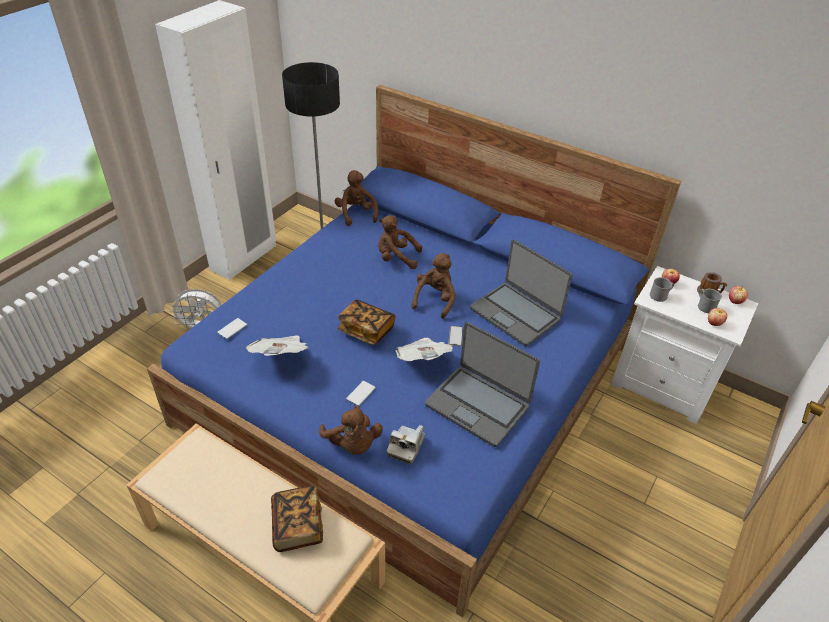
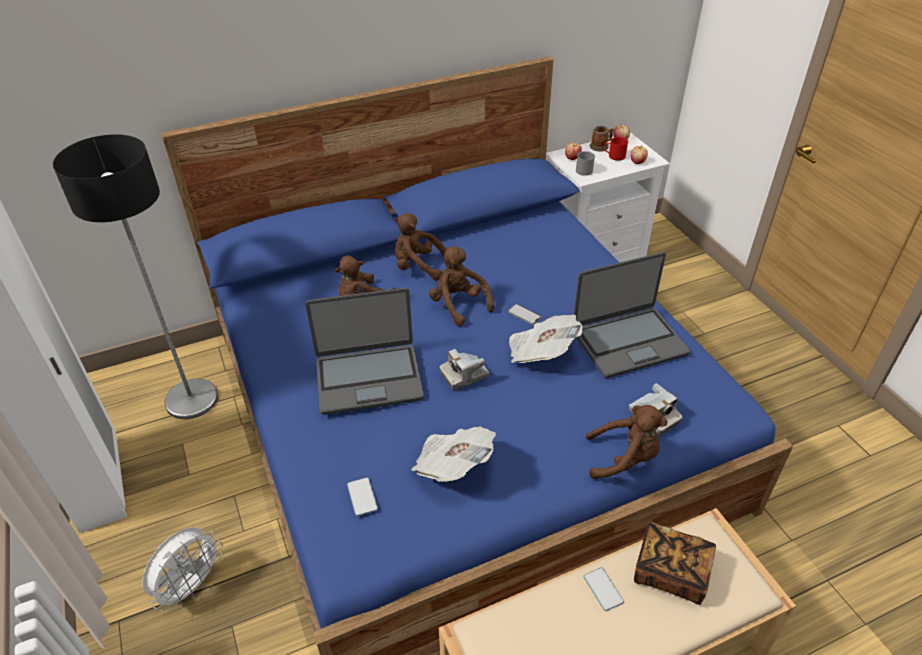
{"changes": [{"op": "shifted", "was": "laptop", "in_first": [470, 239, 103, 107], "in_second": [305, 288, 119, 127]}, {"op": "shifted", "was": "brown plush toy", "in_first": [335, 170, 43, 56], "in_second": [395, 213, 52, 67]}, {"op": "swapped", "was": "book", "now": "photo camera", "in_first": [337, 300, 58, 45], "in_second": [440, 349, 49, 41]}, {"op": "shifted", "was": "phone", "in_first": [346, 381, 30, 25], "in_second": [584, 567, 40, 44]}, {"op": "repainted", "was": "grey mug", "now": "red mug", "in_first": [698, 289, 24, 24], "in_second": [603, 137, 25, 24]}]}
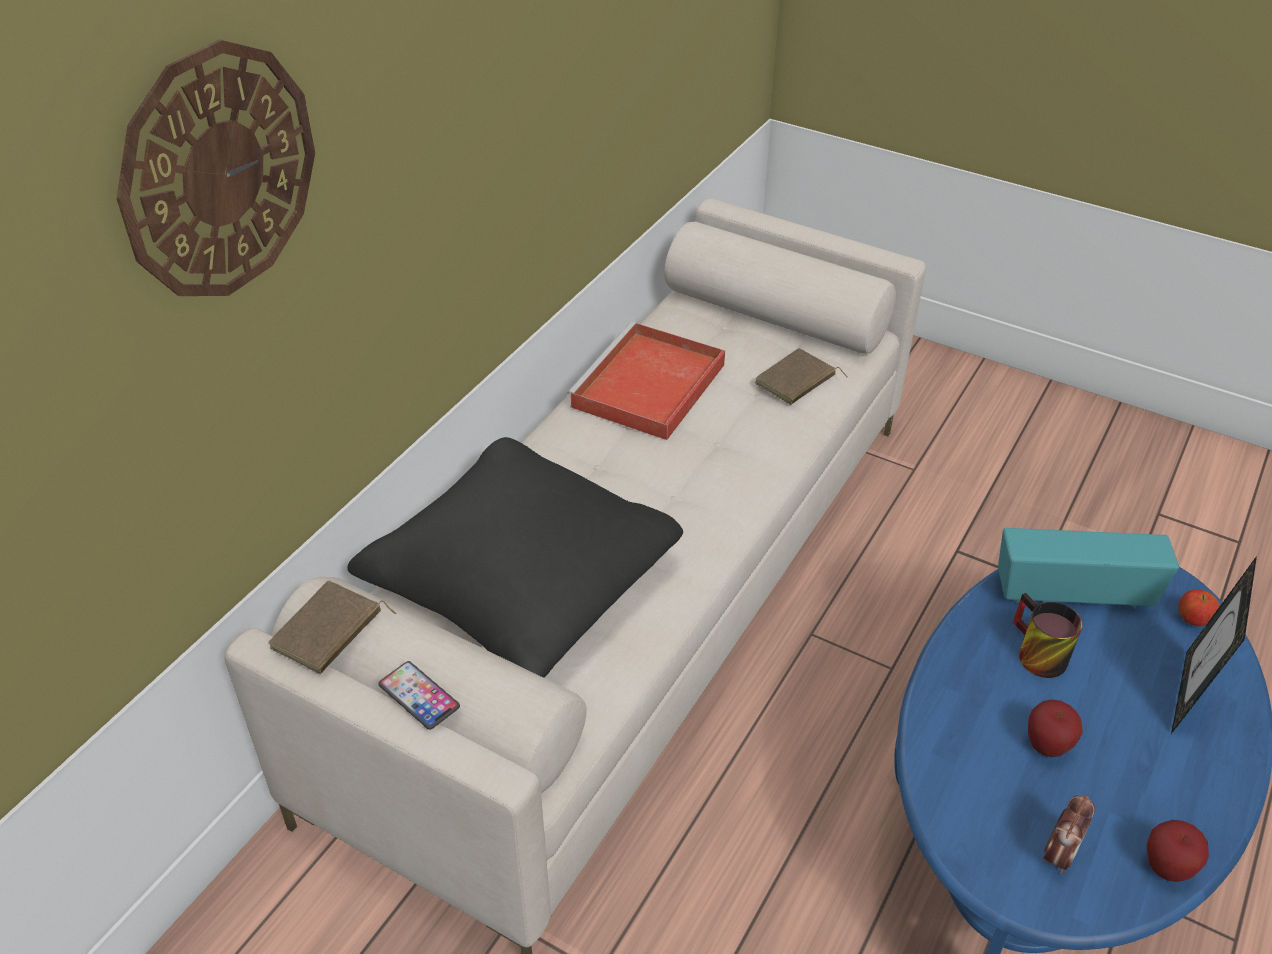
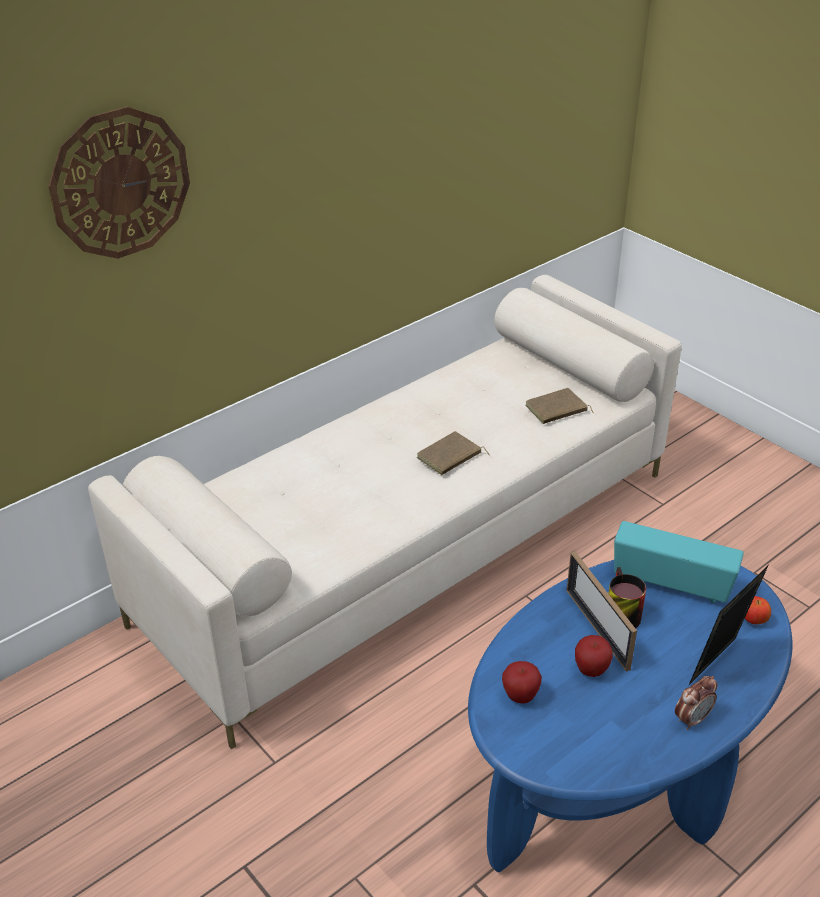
{"changes": [{"op": "shifted", "was": "brown book", "in_first": [268, 580, 129, 94], "in_second": [417, 431, 73, 44]}, {"op": "shifted", "was": "apple", "in_first": [1146, 820, 63, 62], "in_second": [502, 661, 40, 43]}, {"op": "new", "now": "picture frame", "in_second": [567, 551, 70, 121]}, {"op": "shifted", "was": "alarm clock", "in_first": [1043, 795, 52, 79], "in_second": [675, 676, 42, 54]}, {"op": "gone", "was": "black pillow", "in_first": [347, 437, 336, 241]}, {"op": "gone", "was": "phone", "in_first": [378, 661, 82, 69]}, {"op": "gone", "was": "red tray", "in_first": [566, 322, 159, 118]}]}
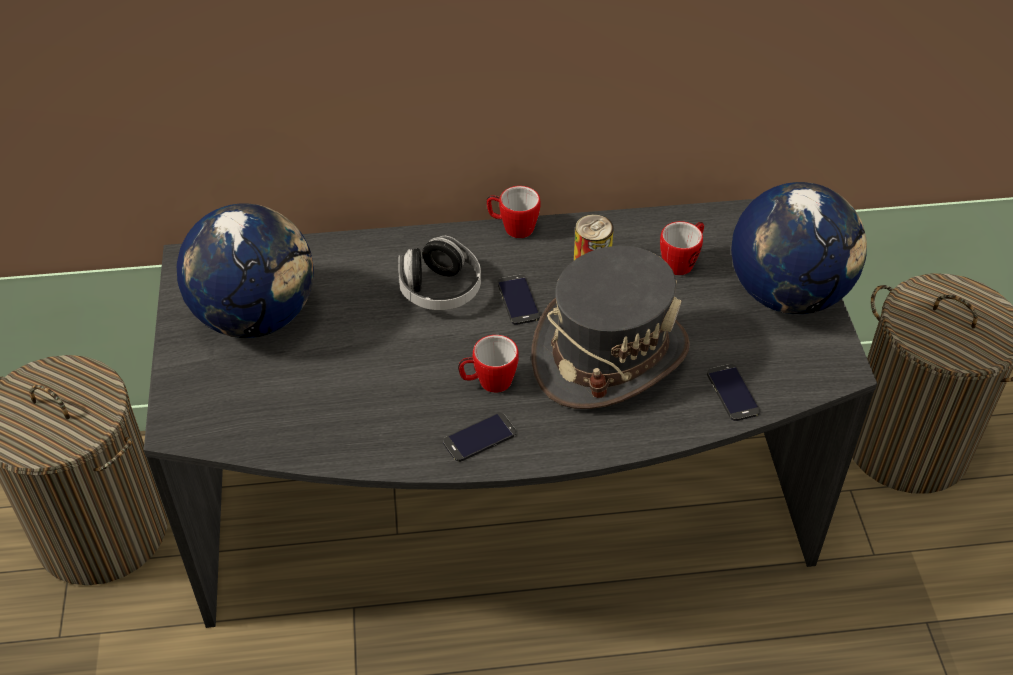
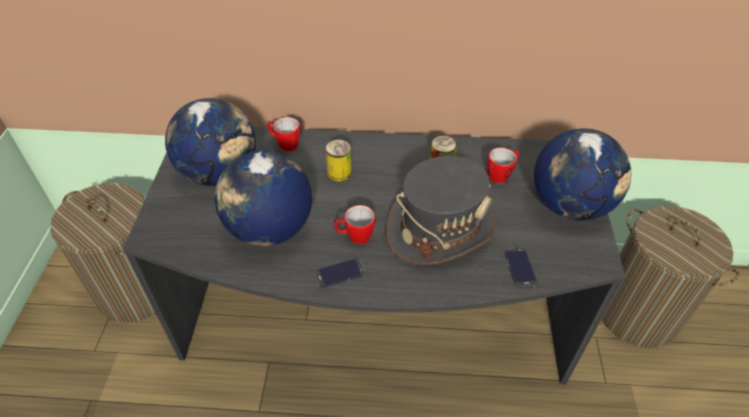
{"changes": [{"op": "new", "now": "globe", "in_second": [215, 150, 97, 96]}, {"op": "shifted", "was": "mug", "in_first": [486, 186, 54, 52], "in_second": [267, 117, 33, 34]}, {"op": "swapped", "was": "headphones", "now": "can", "in_first": [398, 236, 83, 74], "in_second": [325, 140, 27, 41]}, {"op": "gone", "was": "phone", "in_first": [498, 275, 42, 50]}]}
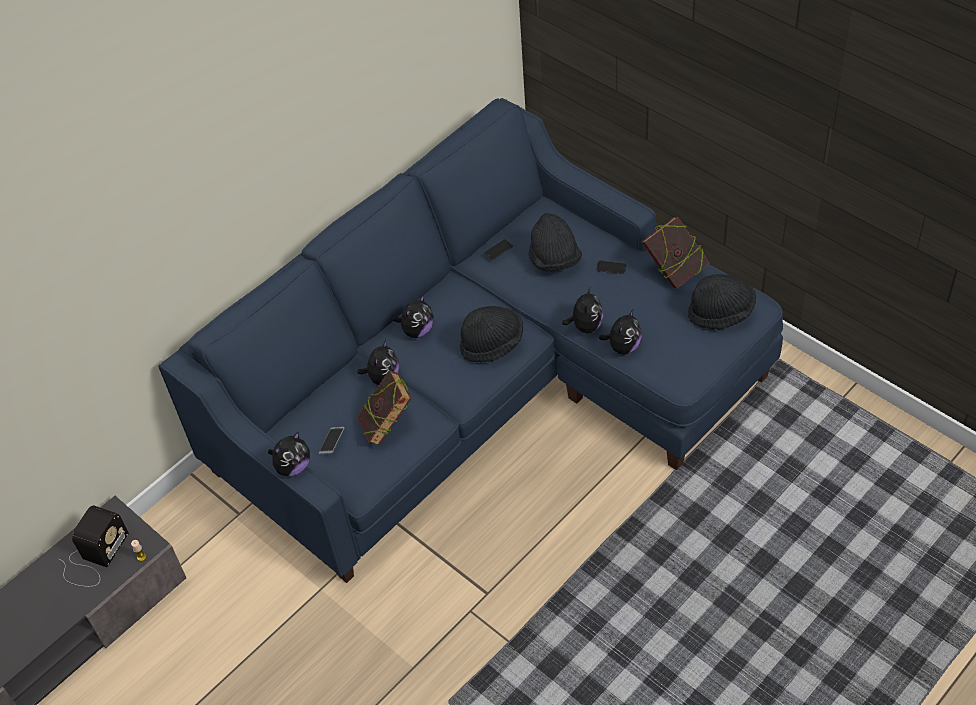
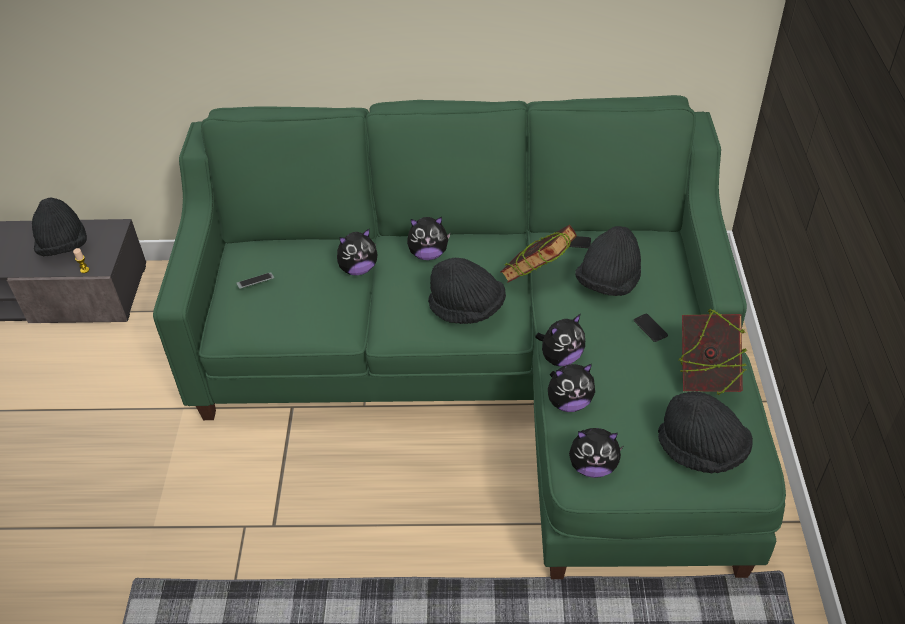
{"changes": [{"op": "swapped", "was": "radio", "now": "black hat", "in_first": [59, 506, 70, 81], "in_second": [32, 198, 55, 58]}, {"op": "repainted", "was": "blue sofa", "now": "green sofa", "in_first": [158, 98, 625, 485], "in_second": [153, 95, 633, 484]}, {"op": "shifted", "was": "book", "in_first": [357, 370, 55, 76], "in_second": [500, 225, 77, 58]}, {"op": "shifted", "was": "plush toy", "in_first": [268, 432, 42, 44], "in_second": [569, 428, 55, 50]}]}
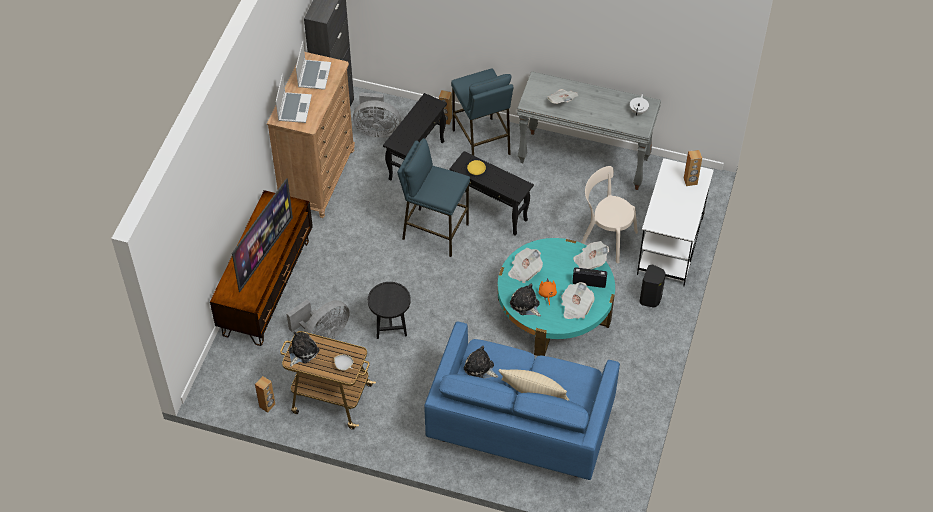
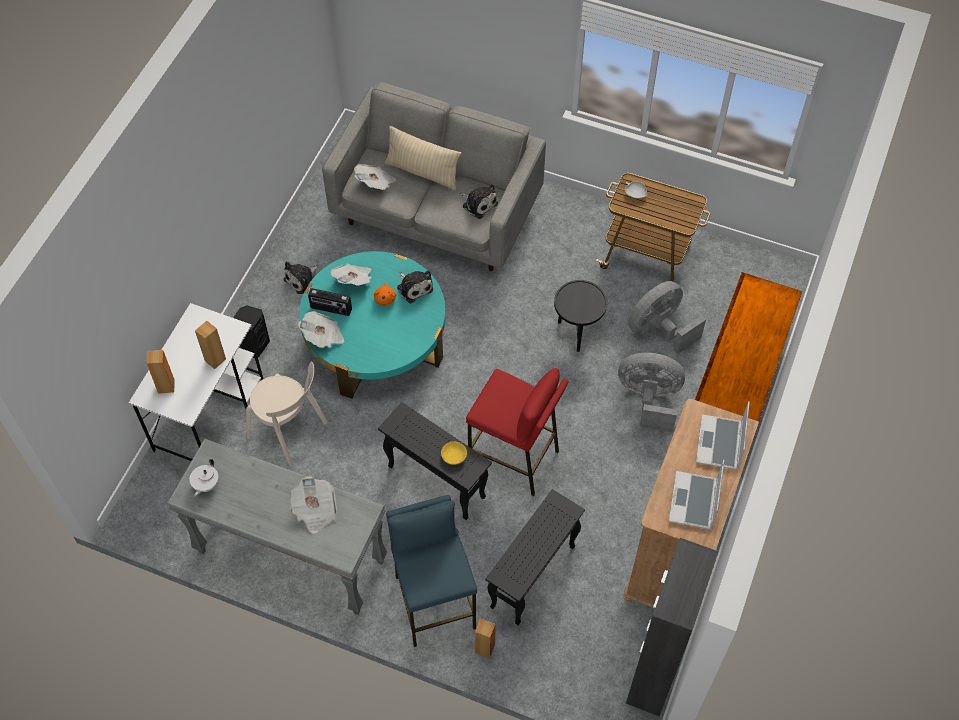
{"changes": [{"op": "shifted", "was": "brown speaker", "in_first": [255, 376, 20, 37], "in_second": [195, 321, 31, 48]}, {"op": "shifted", "was": "plush toy", "in_first": [289, 332, 31, 35], "in_second": [284, 261, 34, 33]}, {"op": "repainted", "was": "blue sofa", "now": "grey sofa", "in_first": [424, 321, 196, 159], "in_second": [322, 82, 224, 189]}, {"op": "shifted", "was": "newspaper", "in_first": [508, 248, 35, 35], "in_second": [354, 164, 42, 26]}, {"op": "repainted", "was": "blue stool", "now": "red stool", "in_first": [397, 138, 73, 119], "in_second": [466, 368, 103, 128]}, {"op": "shifted", "was": "grey fan", "in_first": [353, 92, 48, 46], "in_second": [618, 353, 67, 79]}, {"op": "gone", "was": "television", "in_first": [232, 178, 61, 114]}]}
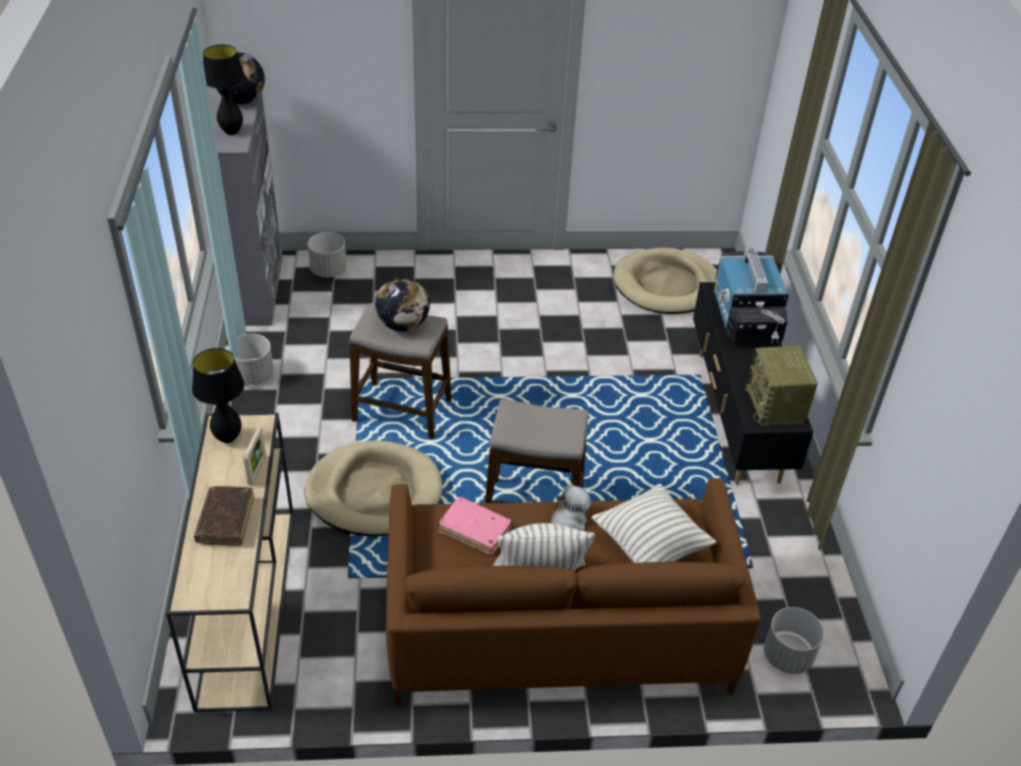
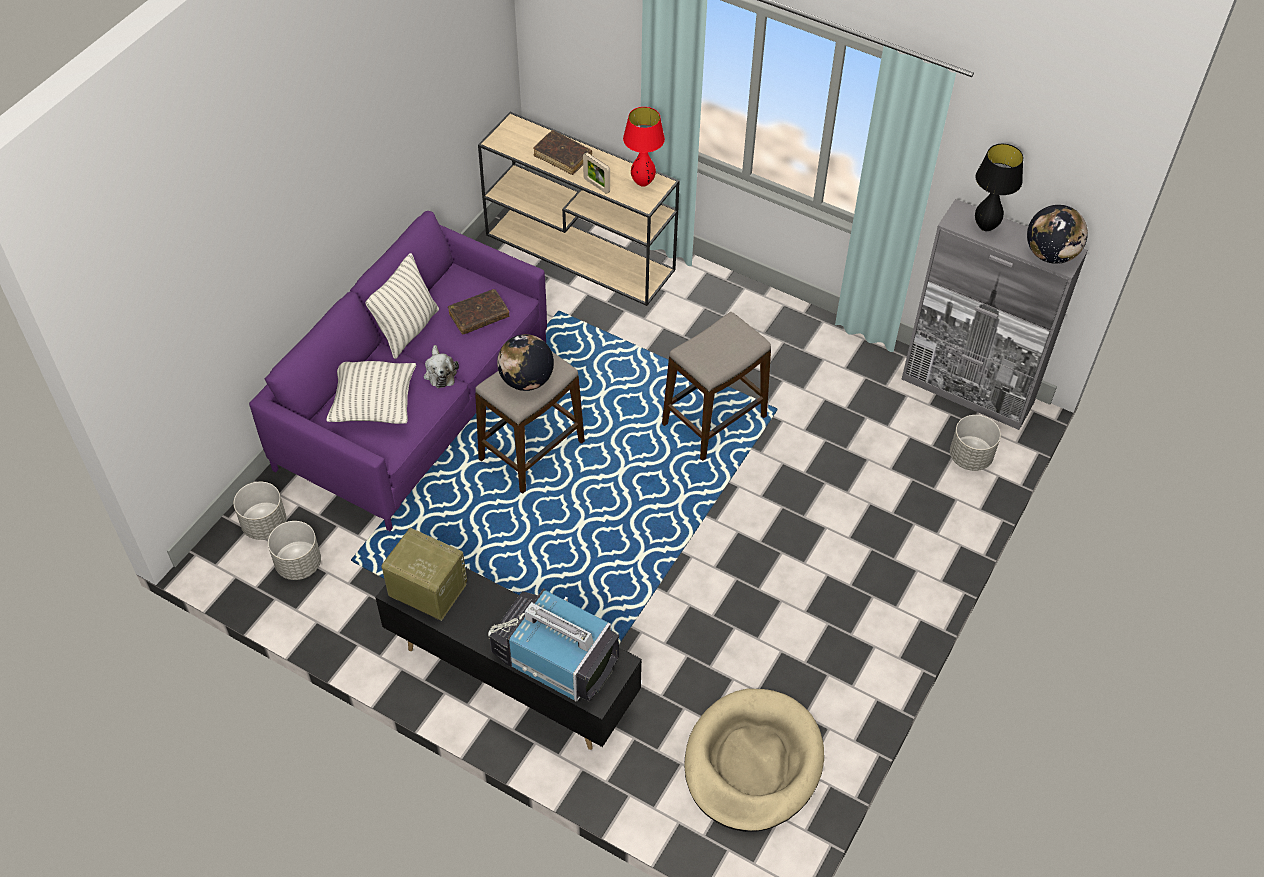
{"changes": [{"op": "repainted", "was": "brown sofa", "now": "purple sofa", "in_first": [386, 478, 375, 227], "in_second": [249, 211, 298, 320]}, {"op": "shifted", "was": "grey planter", "in_first": [228, 334, 46, 51], "in_second": [268, 521, 53, 59]}, {"op": "repainted", "was": "pink book", "now": "brown book", "in_first": [439, 497, 73, 58], "in_second": [448, 289, 61, 45]}, {"op": "shifted", "was": "globe", "in_first": [375, 277, 55, 55], "in_second": [497, 334, 57, 57]}, {"op": "repainted", "was": "black table lamp", "now": "red table lamp", "in_first": [192, 348, 53, 95], "in_second": [623, 107, 42, 80]}, {"op": "gone", "was": "beige dog bed", "in_first": [304, 440, 138, 96]}]}
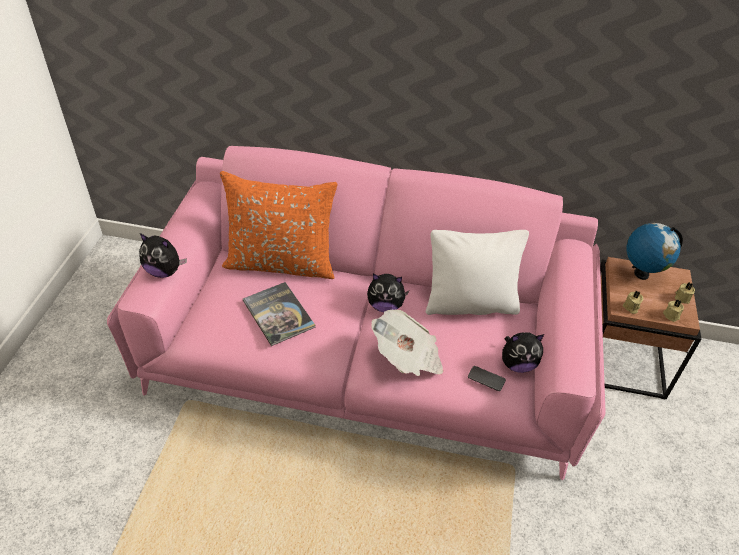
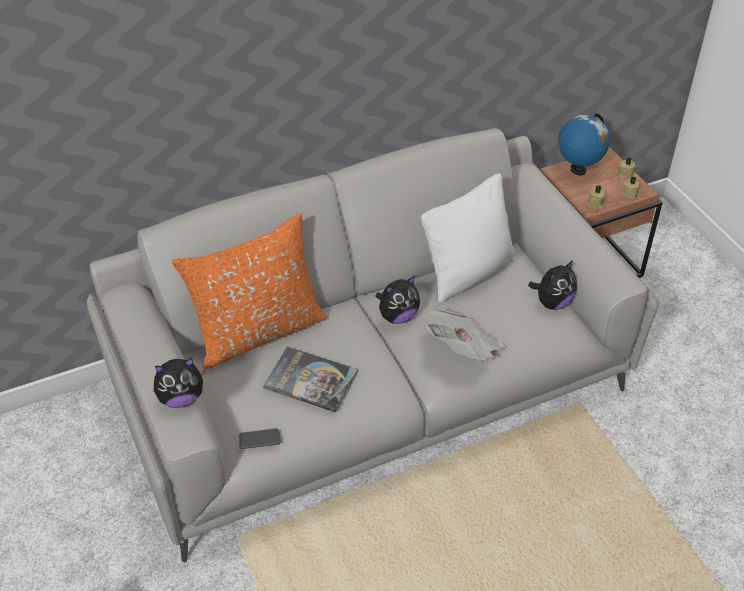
{"changes": [{"op": "repainted", "was": "pink sofa", "now": "grey sofa", "in_first": [107, 146, 499, 334], "in_second": [87, 128, 572, 435]}, {"op": "shifted", "was": "phone", "in_first": [468, 366, 38, 25], "in_second": [239, 428, 42, 21]}]}
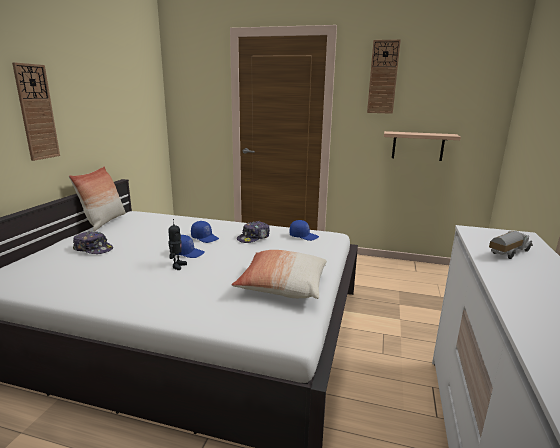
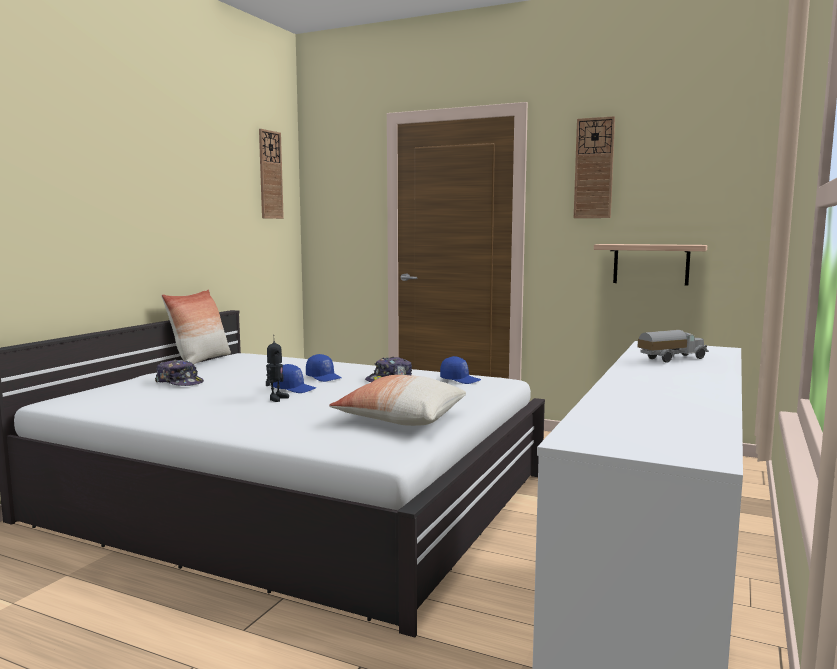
{"changes": [{"op": "shifted", "was": "wall clock", "in_first": [12, 62, 48, 99], "in_second": [259, 129, 25, 90]}]}
